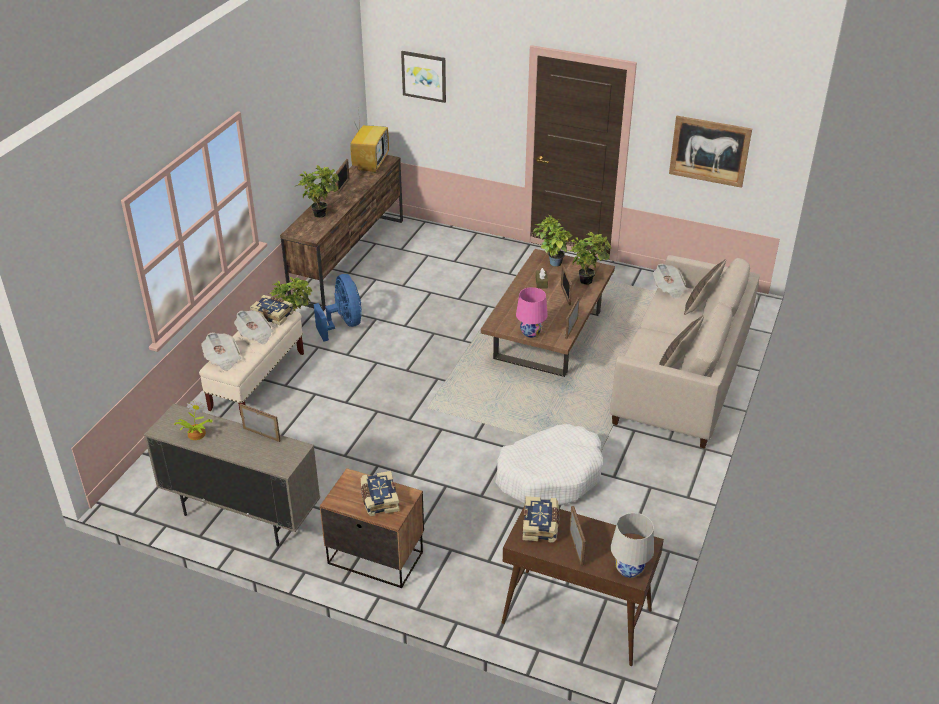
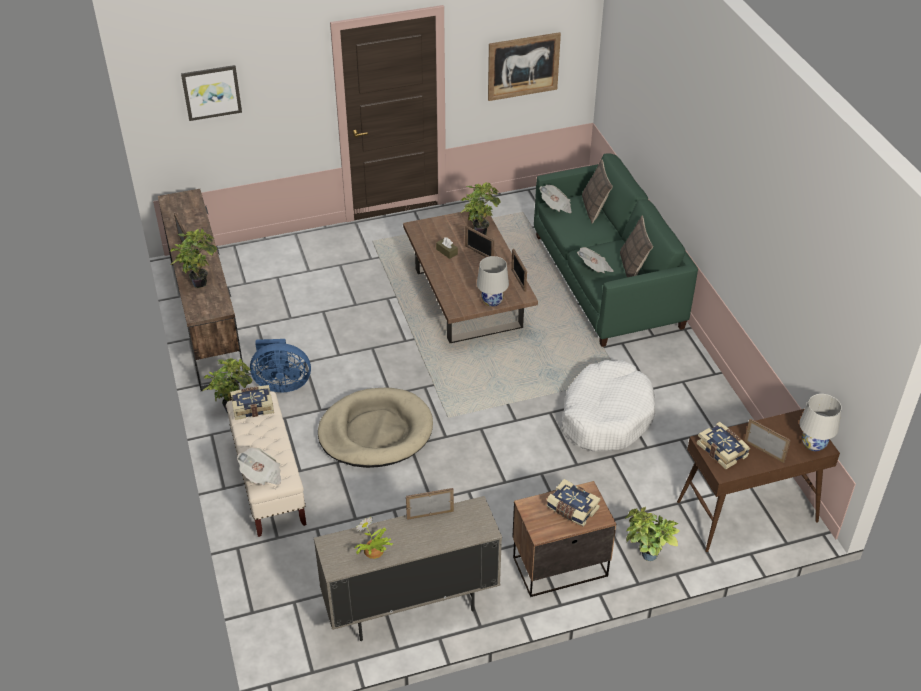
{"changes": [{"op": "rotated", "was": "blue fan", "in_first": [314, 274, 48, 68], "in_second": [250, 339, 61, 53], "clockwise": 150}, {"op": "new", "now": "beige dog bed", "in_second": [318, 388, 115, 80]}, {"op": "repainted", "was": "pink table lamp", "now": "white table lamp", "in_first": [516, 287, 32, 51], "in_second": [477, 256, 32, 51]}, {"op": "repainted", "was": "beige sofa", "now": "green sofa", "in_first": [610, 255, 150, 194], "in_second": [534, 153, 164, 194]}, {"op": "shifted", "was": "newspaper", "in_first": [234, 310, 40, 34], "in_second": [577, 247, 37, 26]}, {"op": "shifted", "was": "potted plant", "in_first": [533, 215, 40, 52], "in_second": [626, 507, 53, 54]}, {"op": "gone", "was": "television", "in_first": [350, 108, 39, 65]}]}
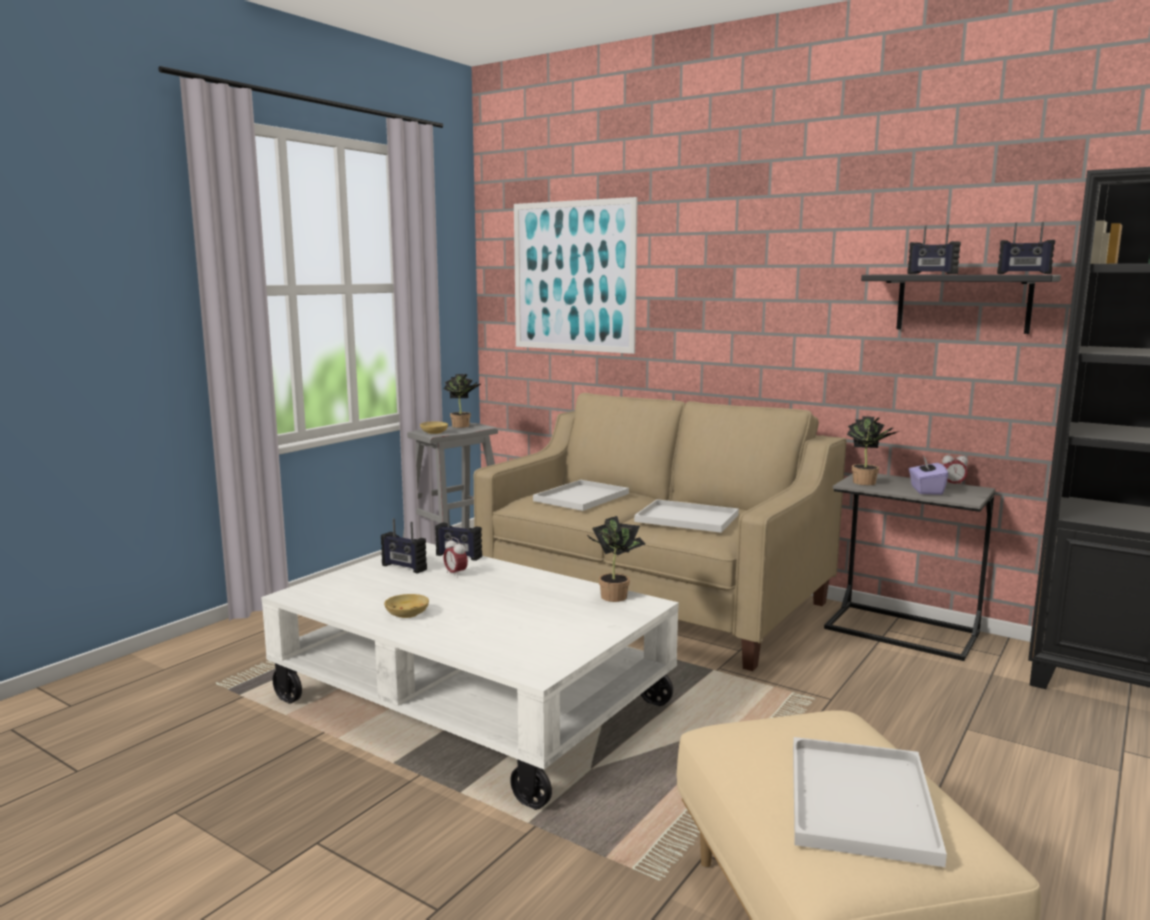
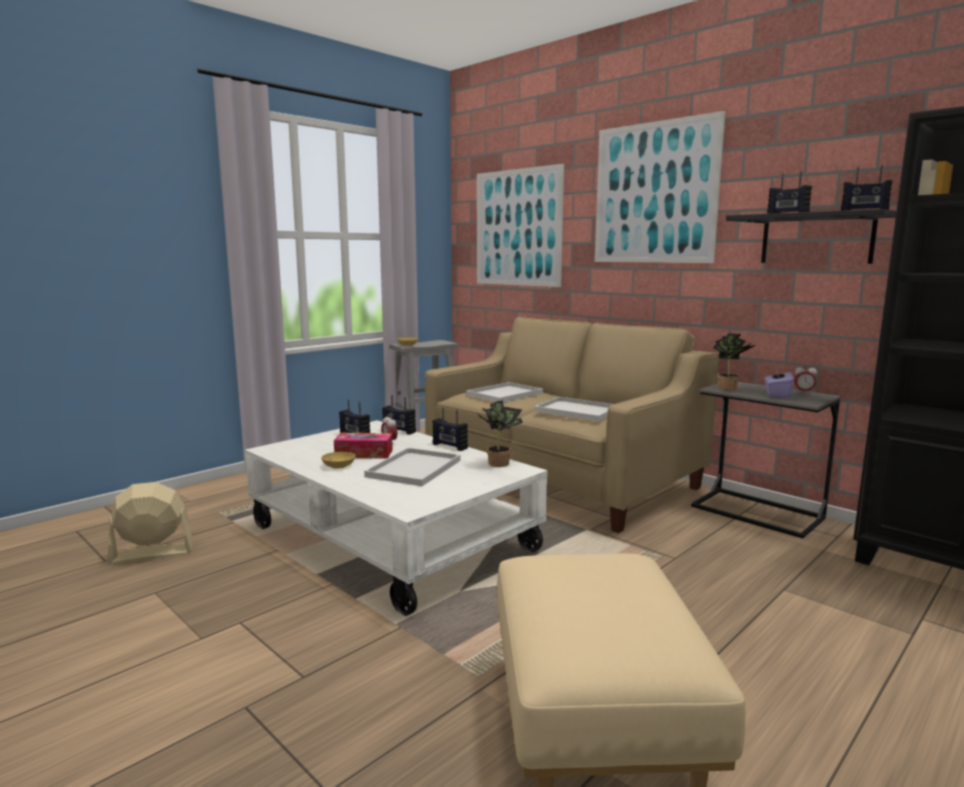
{"changes": [{"op": "new", "now": "beige fan", "in_second": [107, 482, 86, 82]}, {"op": "new", "now": "tissue box", "in_second": [334, 433, 59, 26]}, {"op": "shifted", "was": "white tray", "in_first": [793, 737, 154, 130], "in_second": [364, 448, 97, 38]}, {"op": "new", "now": "radio", "in_second": [433, 407, 35, 44]}, {"op": "new", "now": "picture", "in_second": [595, 111, 131, 152]}, {"op": "gone", "was": "potted plant", "in_first": [444, 374, 37, 54]}]}
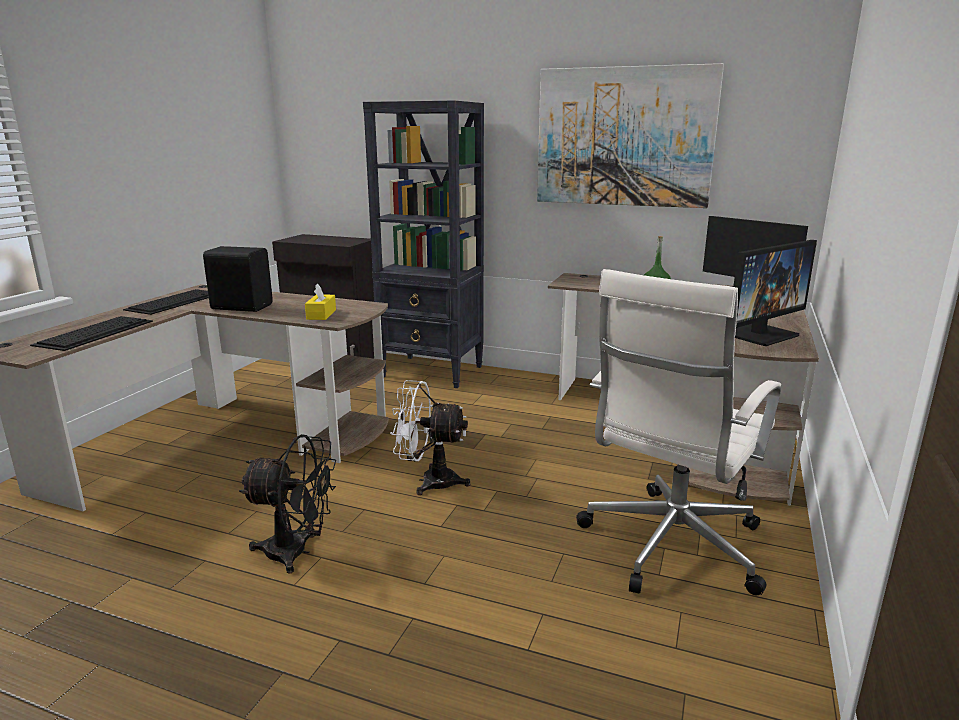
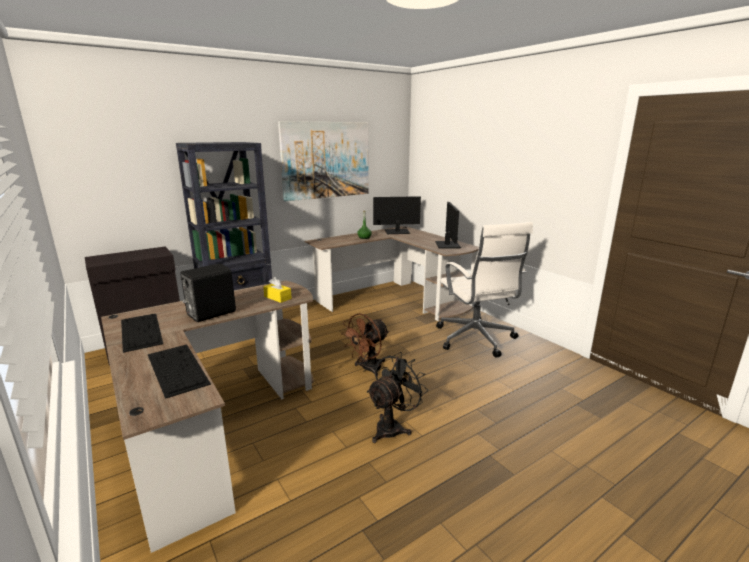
{"changes": [{"op": "repainted", "was": "white fan", "now": "brown fan", "in_first": [390, 380, 80, 115], "in_second": [341, 313, 48, 64]}]}
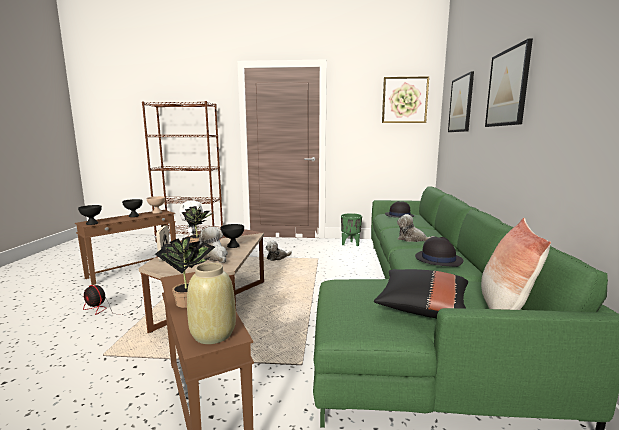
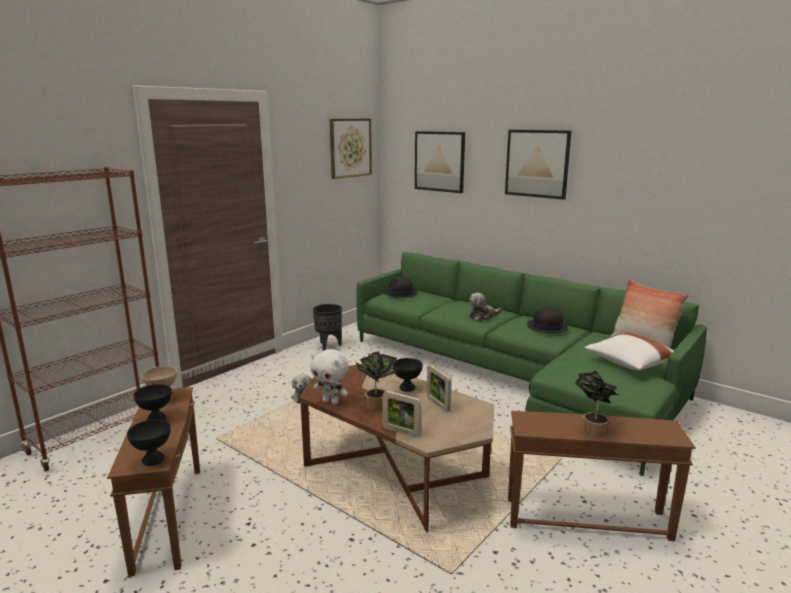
{"changes": [{"op": "repainted", "was": "green planter", "now": "black planter", "in_first": [341, 213, 21, 33], "in_second": [313, 304, 29, 47]}, {"op": "swapped", "was": "plush toy", "now": "picture frame", "in_first": [199, 226, 29, 37], "in_second": [427, 365, 25, 47]}, {"op": "repainted", "was": "black pillow", "now": "white pillow", "in_first": [374, 269, 94, 49], "in_second": [585, 333, 89, 37]}, {"op": "gone", "was": "fan", "in_first": [83, 285, 61, 30]}, {"op": "gone", "was": "beige vase", "in_first": [187, 262, 49, 82]}]}
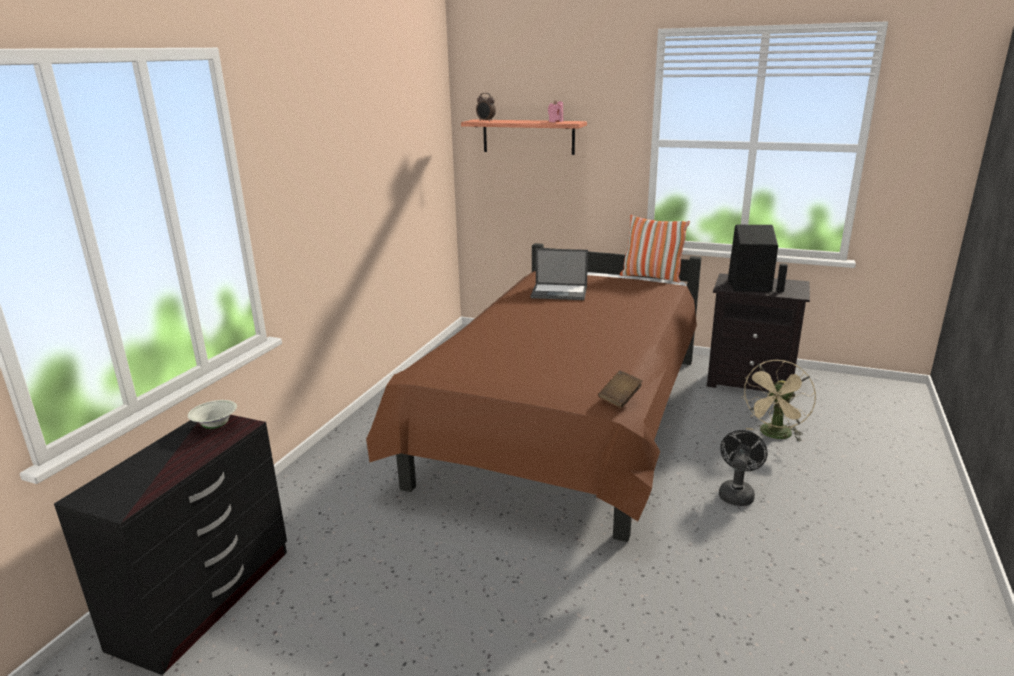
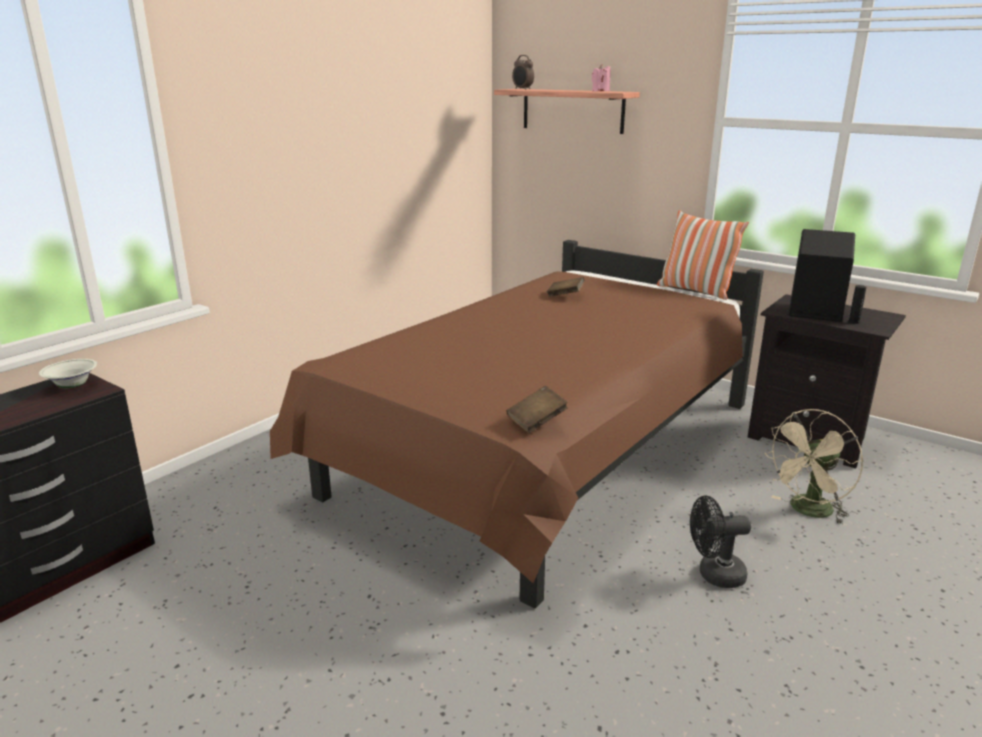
{"changes": [{"op": "swapped", "was": "laptop", "now": "brown book", "in_first": [531, 249, 57, 51], "in_second": [547, 277, 38, 20]}, {"op": "rotated", "was": "black fan", "in_first": [719, 430, 48, 76], "in_second": [690, 495, 62, 93], "clockwise": -135}]}
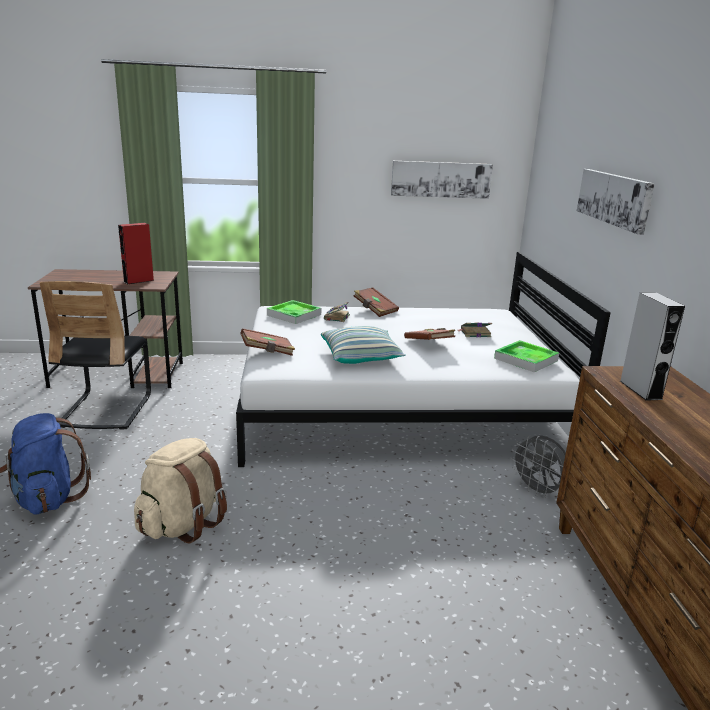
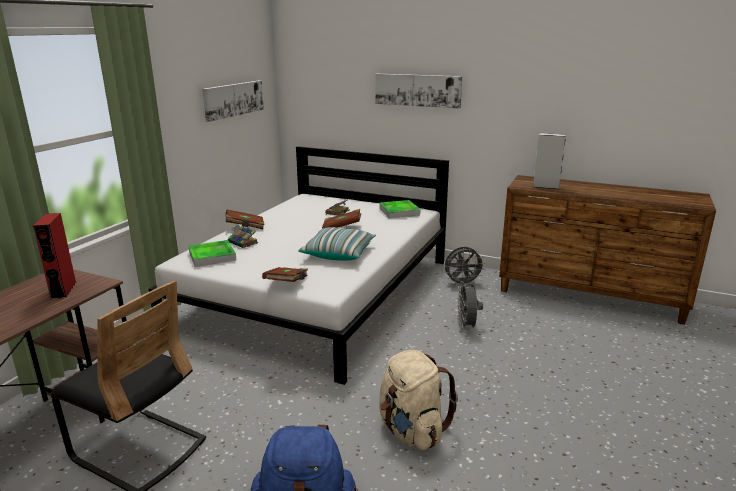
{"changes": [{"op": "new", "now": "grey fan", "in_second": [457, 281, 26, 50]}]}
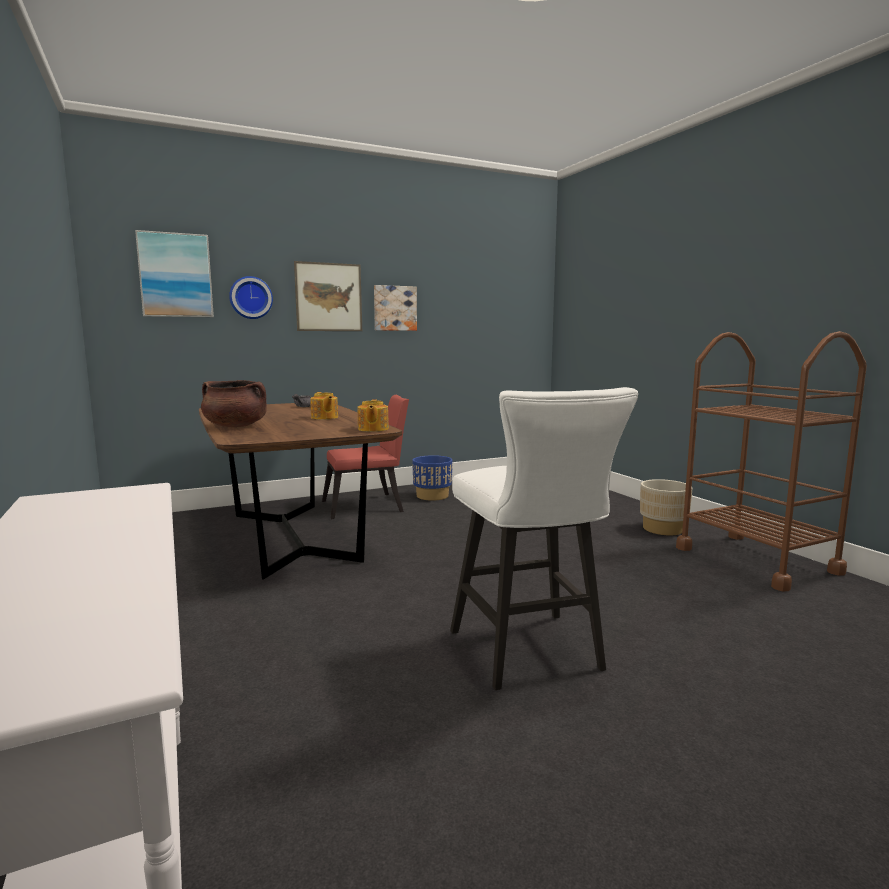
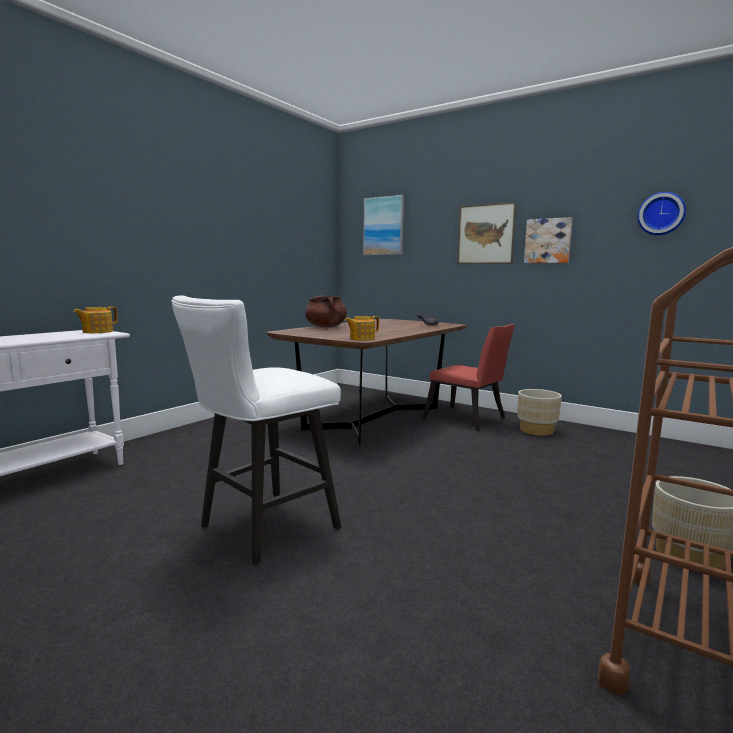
{"changes": [{"op": "shifted", "was": "teapot", "in_first": [310, 392, 28, 28], "in_second": [73, 307, 45, 26]}, {"op": "repainted", "was": "blue planter", "now": "beige planter", "in_first": [412, 455, 41, 46], "in_second": [517, 389, 45, 47]}, {"op": "shifted", "was": "wall clock", "in_first": [229, 276, 44, 43], "in_second": [637, 192, 49, 43]}]}
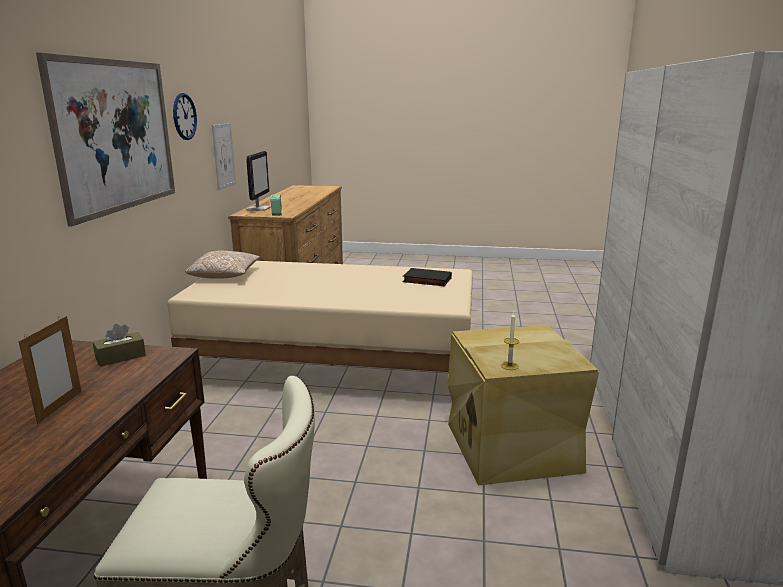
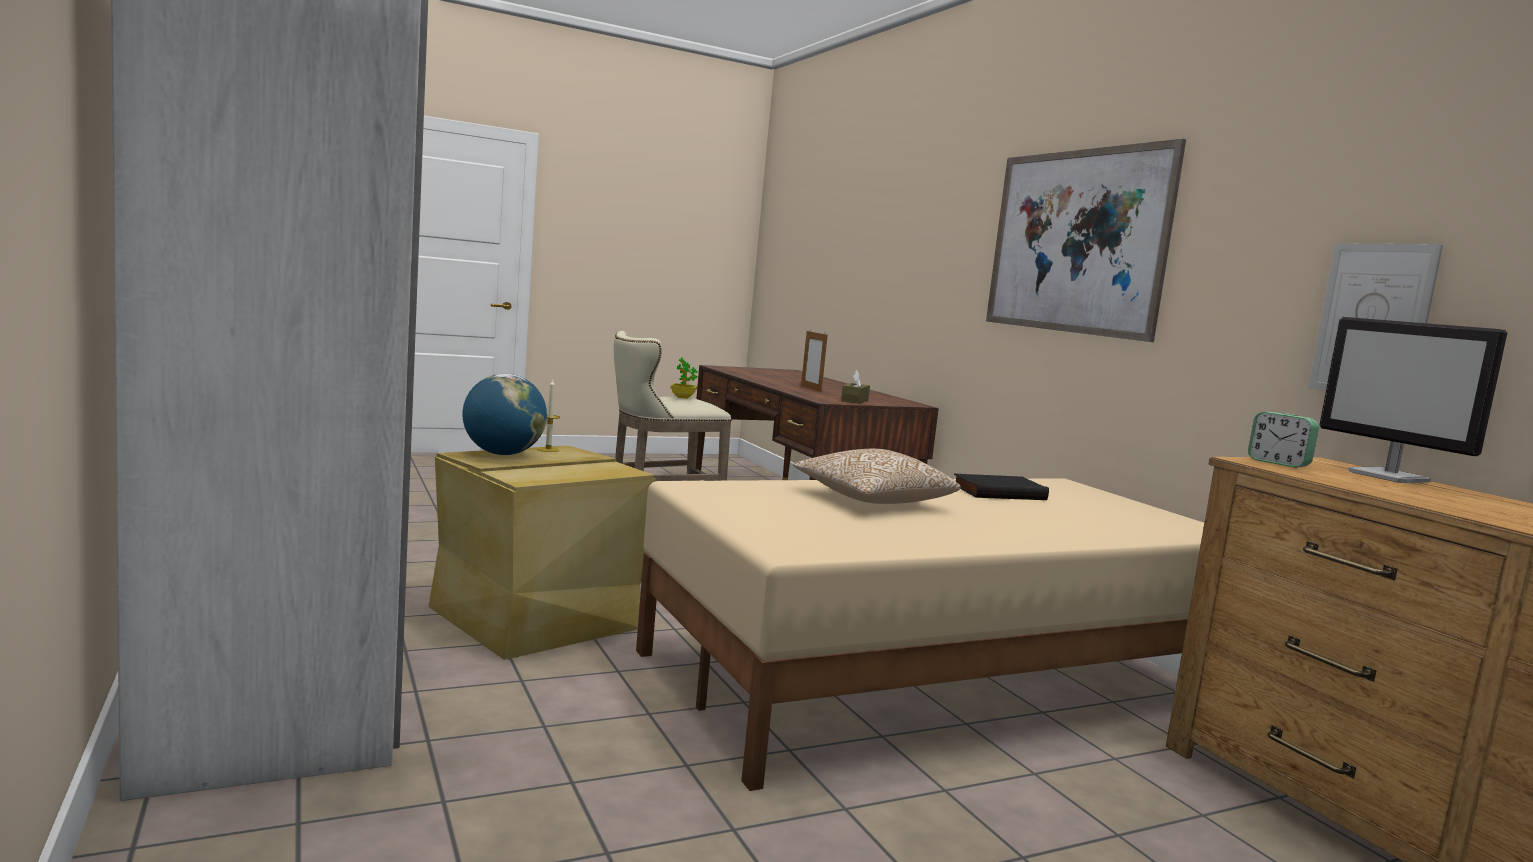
{"changes": [{"op": "new", "now": "globe", "in_second": [462, 374, 85, 81]}, {"op": "new", "now": "potted plant", "in_second": [670, 358, 28, 41]}, {"op": "shifted", "was": "pillow", "in_first": [185, 251, 75, 28], "in_second": [793, 449, 168, 55]}, {"op": "shifted", "was": "black book", "in_first": [403, 268, 49, 18], "in_second": [954, 473, 95, 27]}, {"op": "gone", "was": "wall clock", "in_first": [173, 93, 24, 47]}]}
